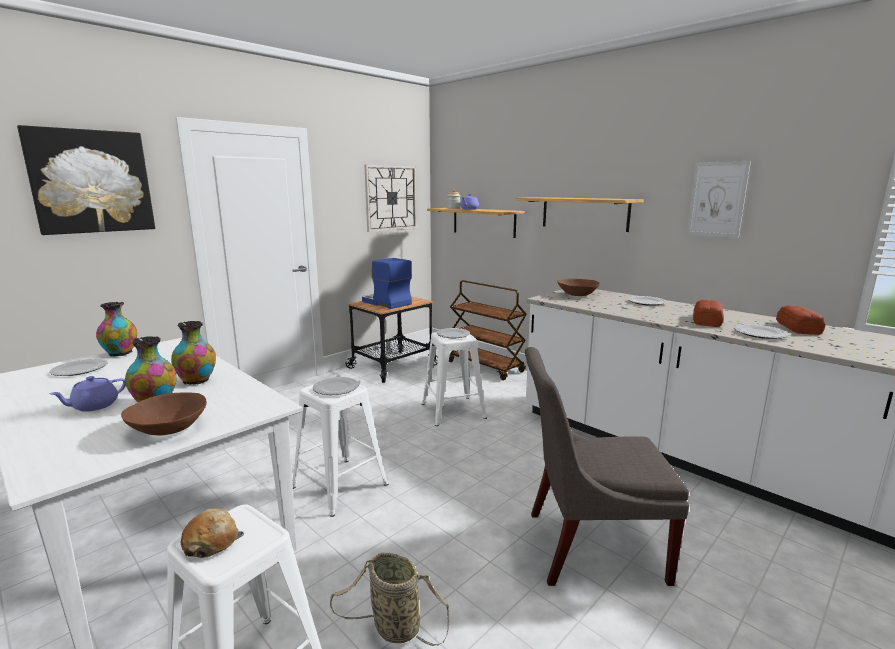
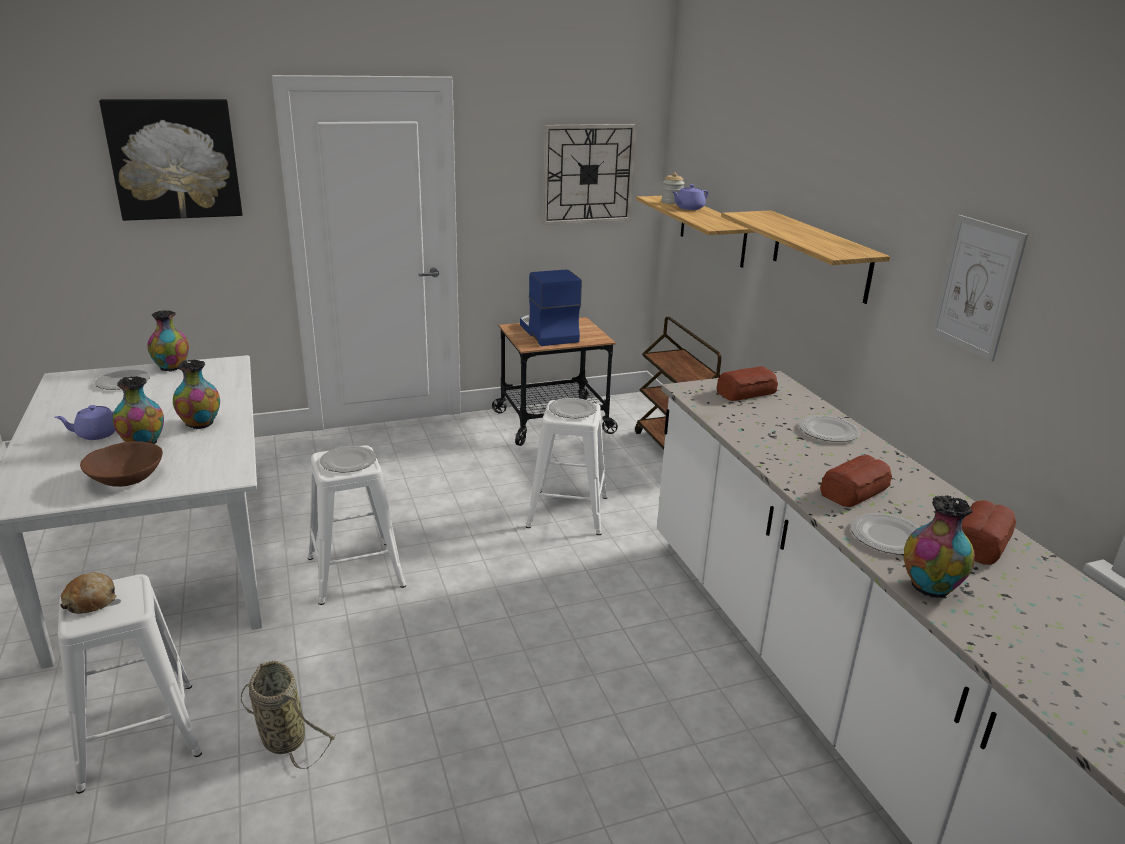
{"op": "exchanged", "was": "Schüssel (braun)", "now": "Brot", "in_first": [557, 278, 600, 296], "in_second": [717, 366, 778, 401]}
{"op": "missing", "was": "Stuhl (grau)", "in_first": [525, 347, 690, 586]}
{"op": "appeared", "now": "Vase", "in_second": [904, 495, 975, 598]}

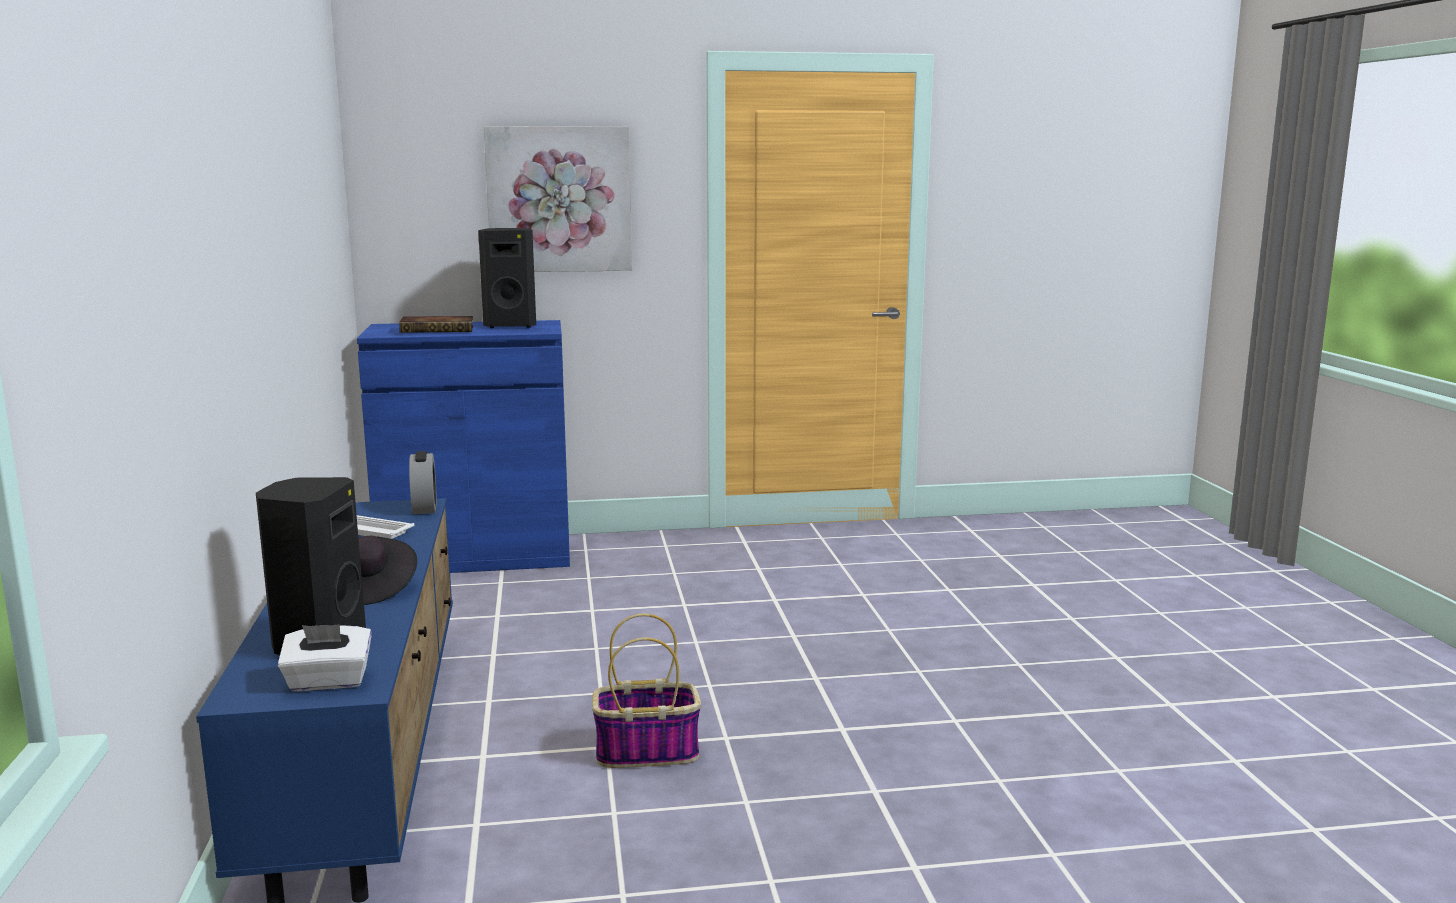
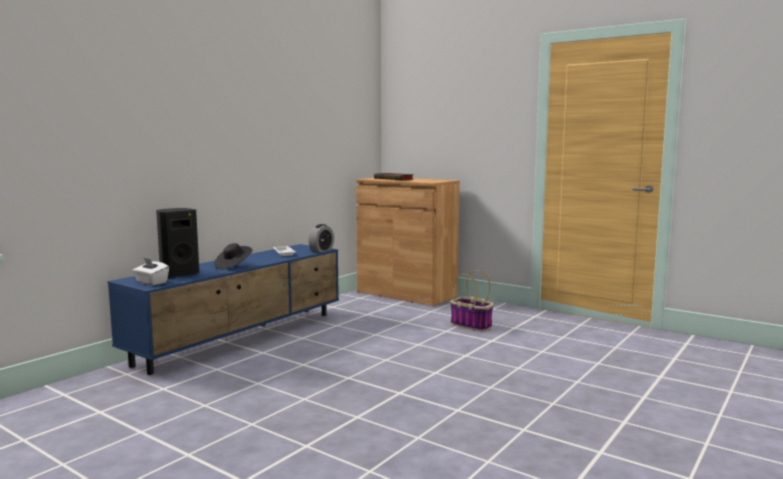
{"op": "missing", "was": "Bild", "in_first": [484, 126, 632, 272]}
{"op": "missing", "was": "Lautsprecher (schwarz)", "in_first": [478, 228, 536, 328]}
{"op": "colour", "was": "Schrank (blau)", "now": "Schrank (braun)", "in_first": [357, 320, 570, 573], "in_second": [356, 178, 460, 306]}
{"op": "relocated", "was": "Korb", "in_first": [592, 613, 701, 768], "in_second": [450, 270, 494, 331]}

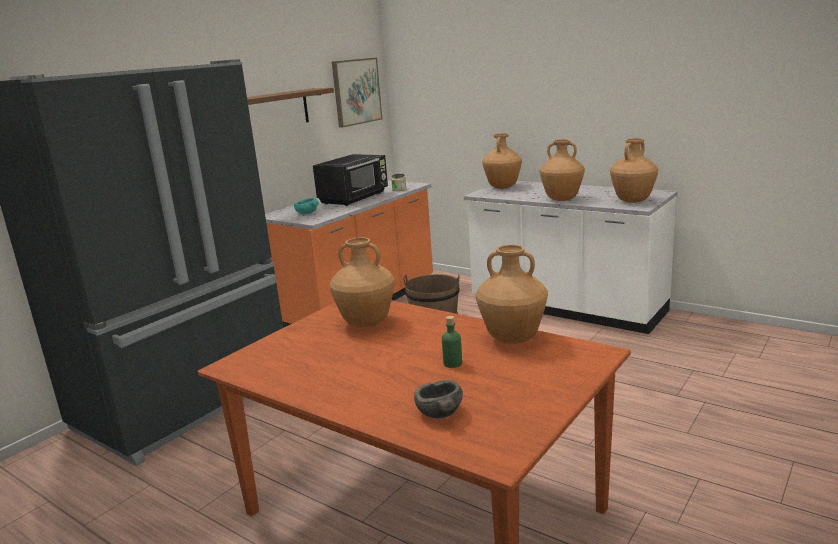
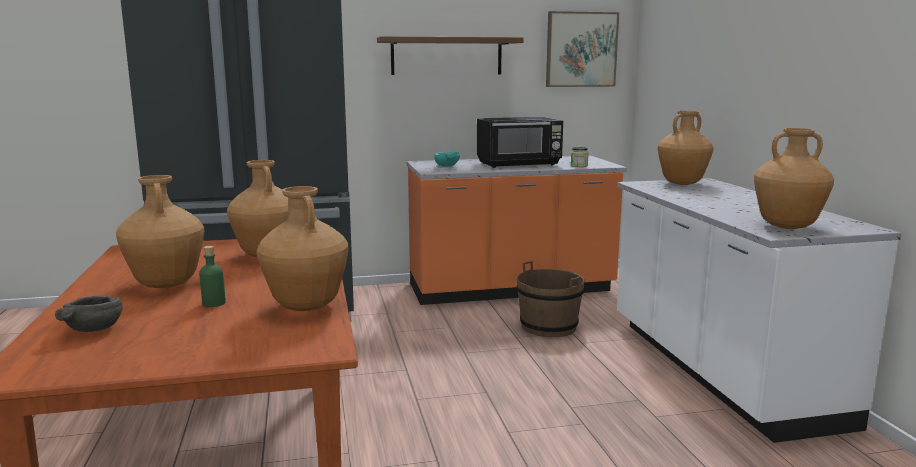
{"op": "relocated", "was": "Vase (braun)", "in_first": [540, 139, 585, 201], "in_second": [116, 175, 205, 288]}

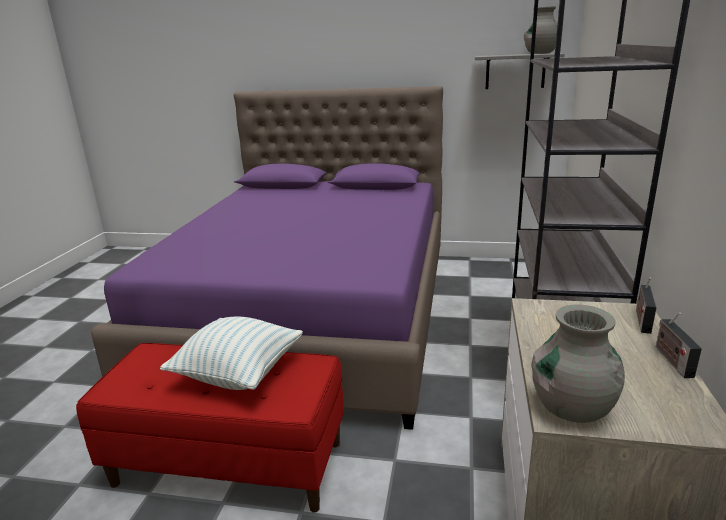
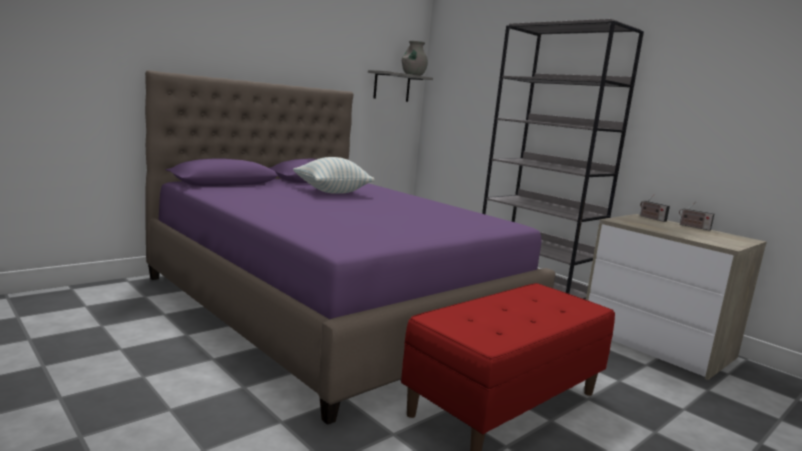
{"op": "missing", "was": "Vase (grau)", "in_first": [531, 304, 625, 423]}
{"op": "relocated", "was": "Kissen", "in_first": [160, 317, 303, 390], "in_second": [293, 157, 375, 194]}

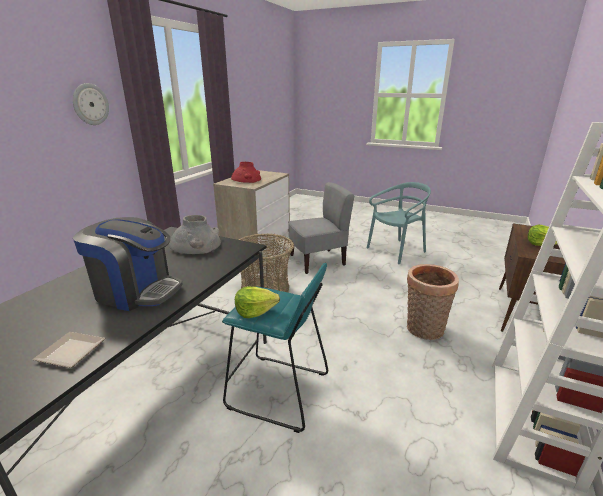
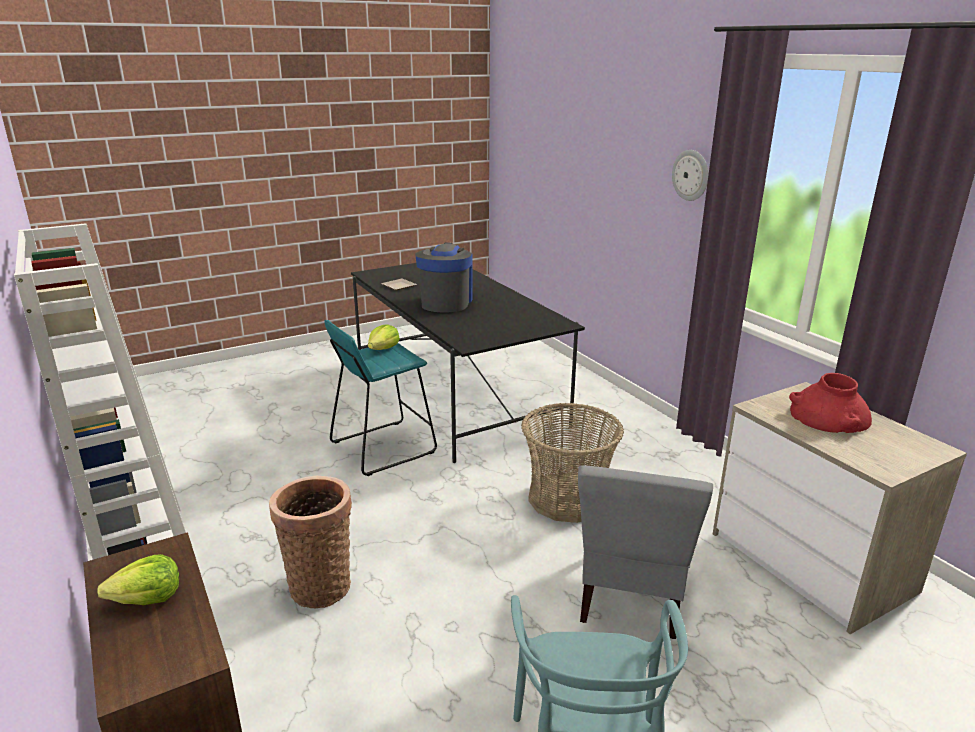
{"op": "missing", "was": "Vase (grau)", "in_first": [169, 215, 221, 254]}
{"op": "spun", "was": "Kaffeemaschine", "in_first": [73, 217, 183, 311], "in_second": [415, 242, 473, 312], "clockwise": 135}

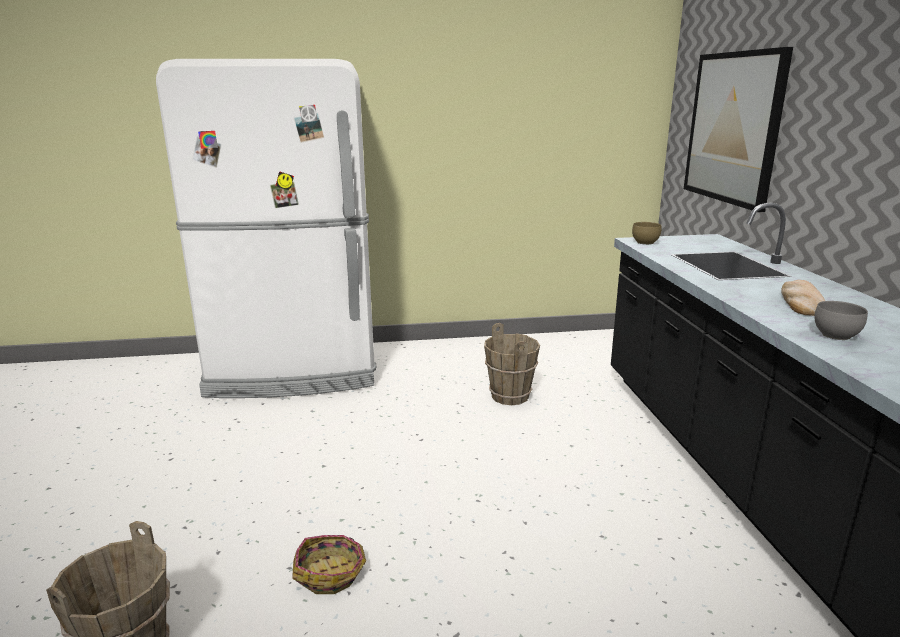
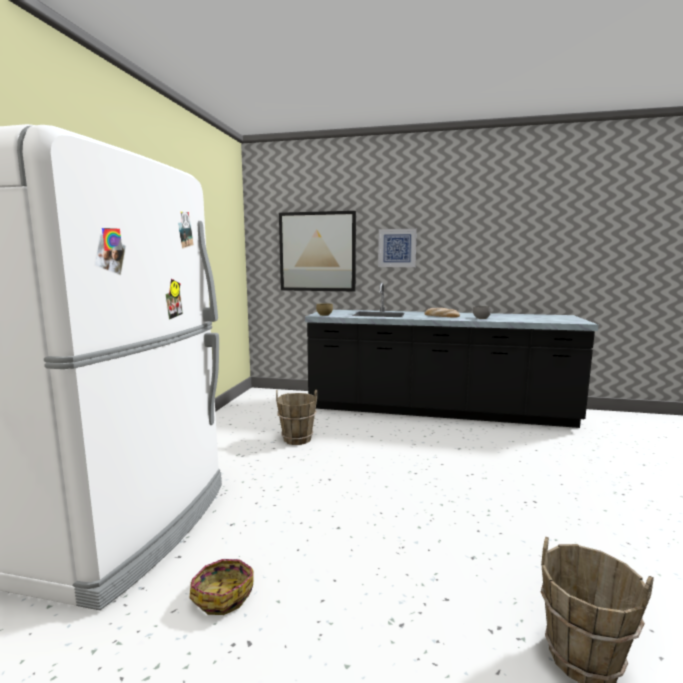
{"op": "relocated", "was": "Korb", "in_first": [292, 535, 366, 594], "in_second": [190, 559, 254, 615]}
{"op": "appeared", "now": "Bild", "in_second": [378, 229, 417, 267]}

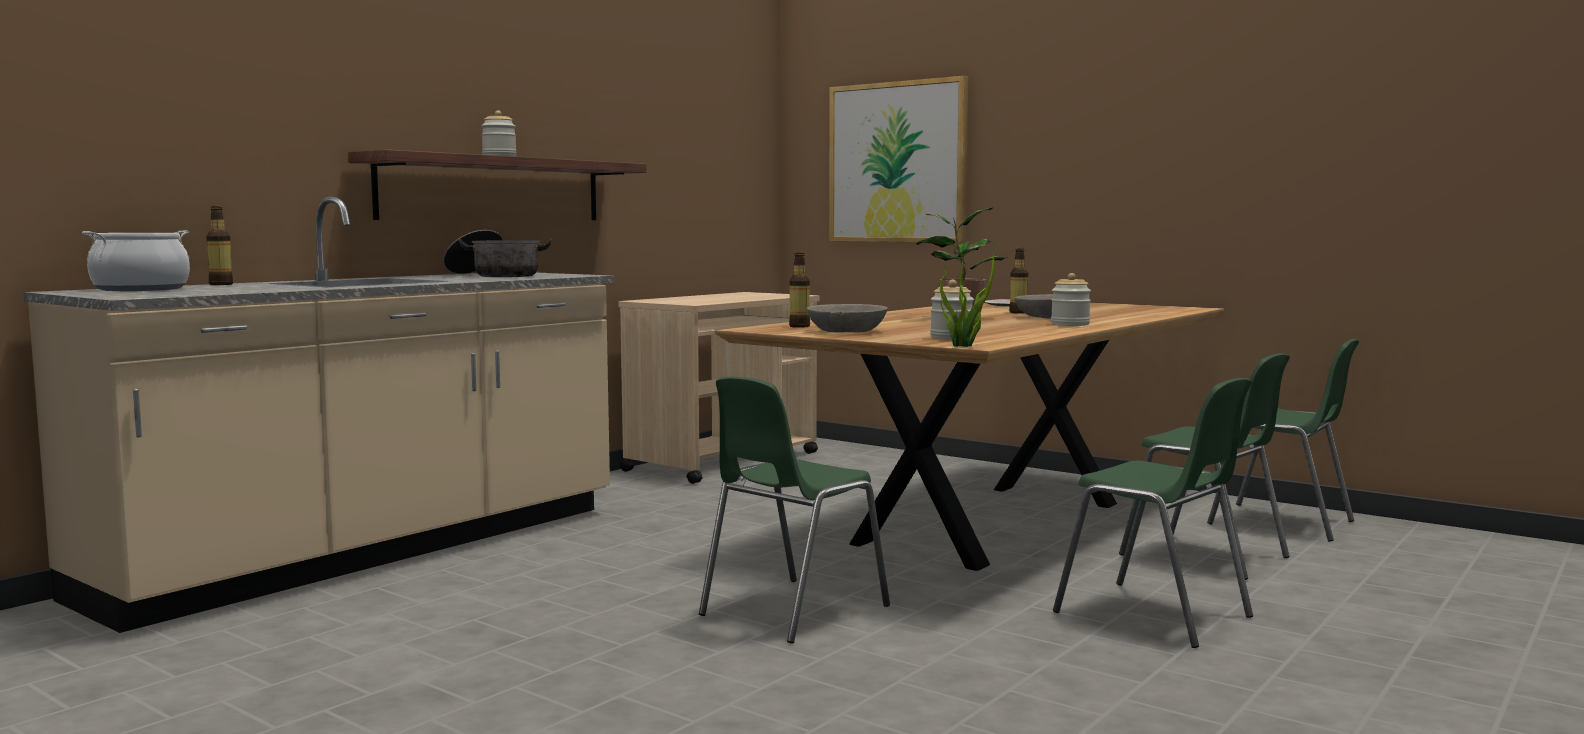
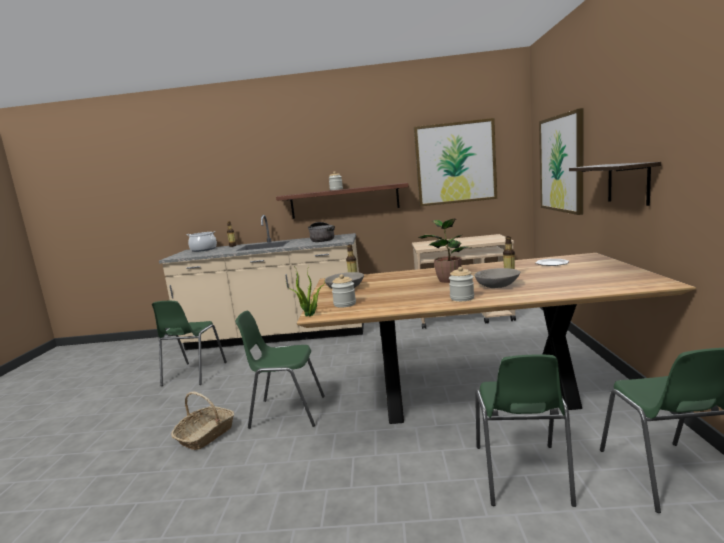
{"op": "relocated", "was": "Stuhl (grün)", "in_first": [1053, 378, 1253, 648], "in_second": [152, 301, 227, 386]}
{"op": "appeared", "now": "Bild", "in_second": [414, 118, 497, 207]}
{"op": "appeared", "now": "Wandregal", "in_second": [569, 162, 661, 206]}
{"op": "appeared", "now": "Korb", "in_second": [171, 392, 235, 450]}

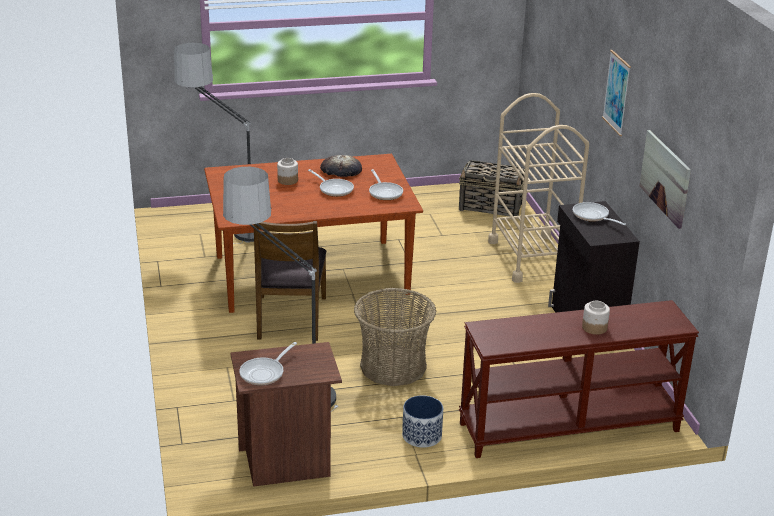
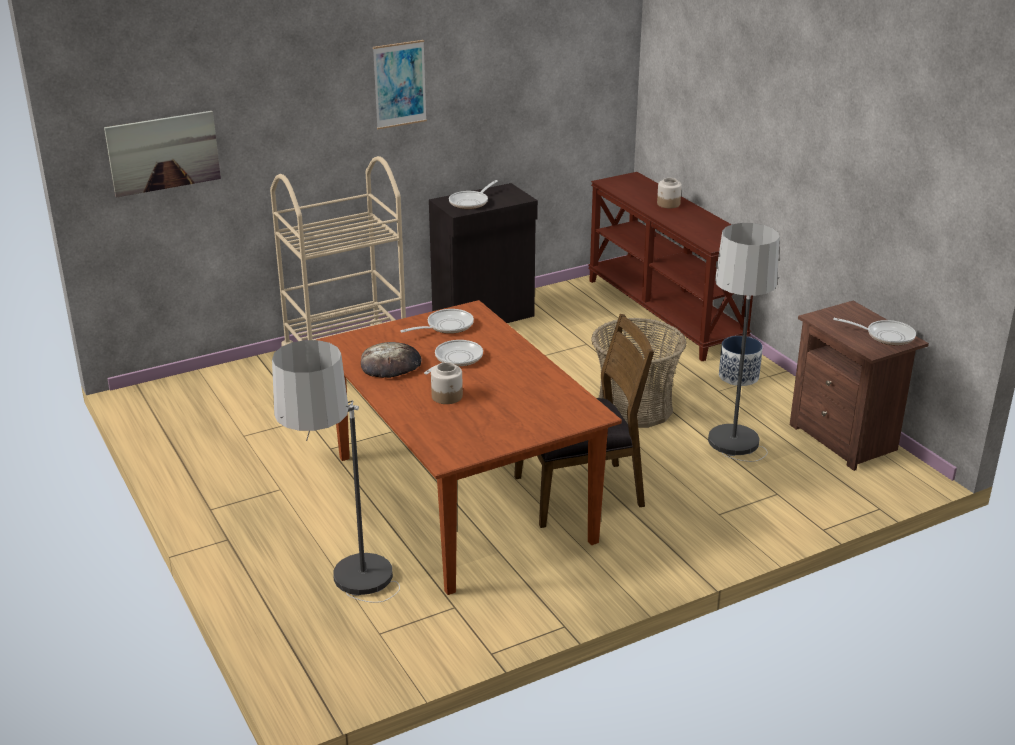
{"op": "relocated", "was": "Bild", "in_first": [639, 130, 691, 229], "in_second": [104, 111, 221, 198]}
{"op": "missing", "was": "Korb", "in_first": [459, 160, 525, 216]}

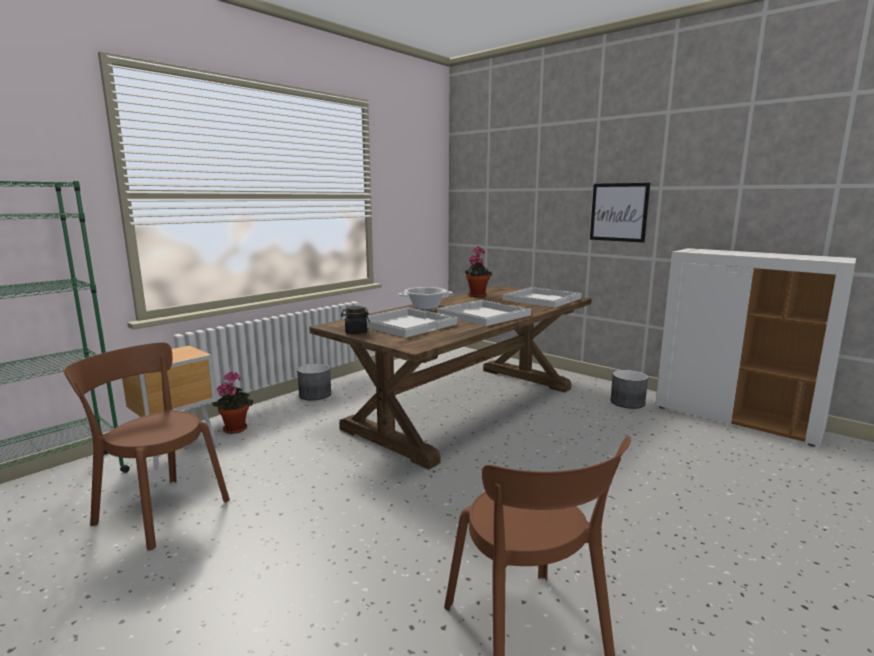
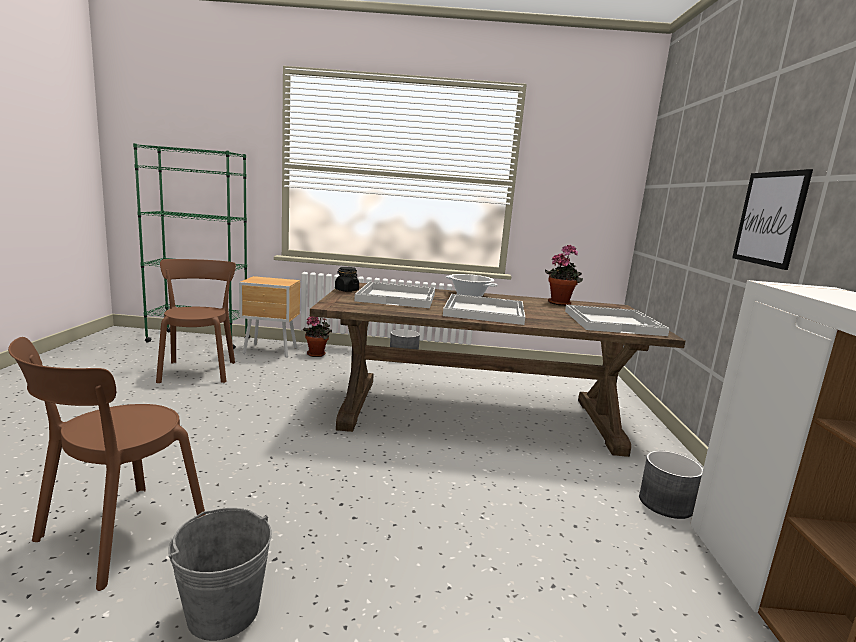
{"op": "appeared", "now": "Eimer (grau)", "in_second": [168, 508, 272, 641]}

